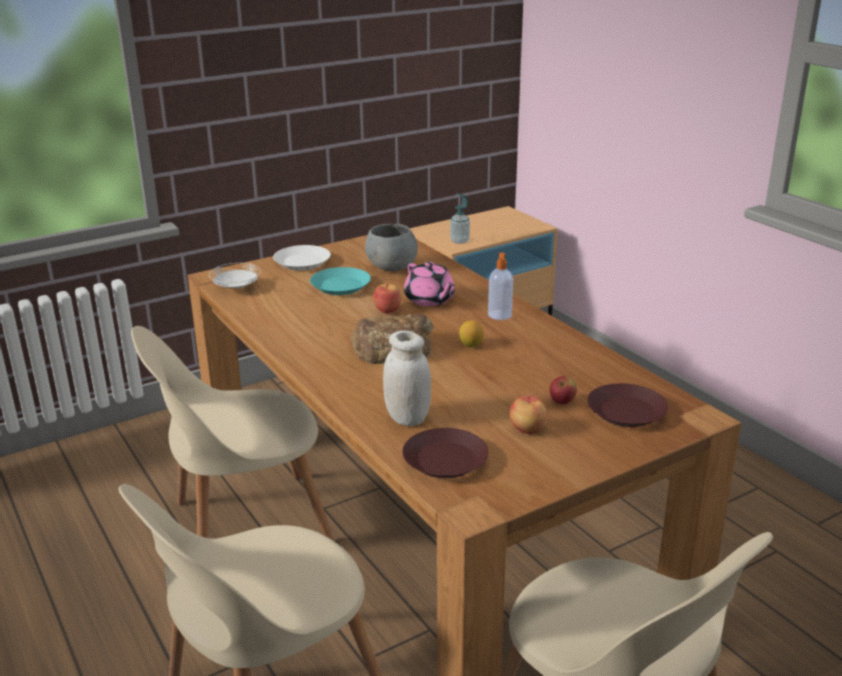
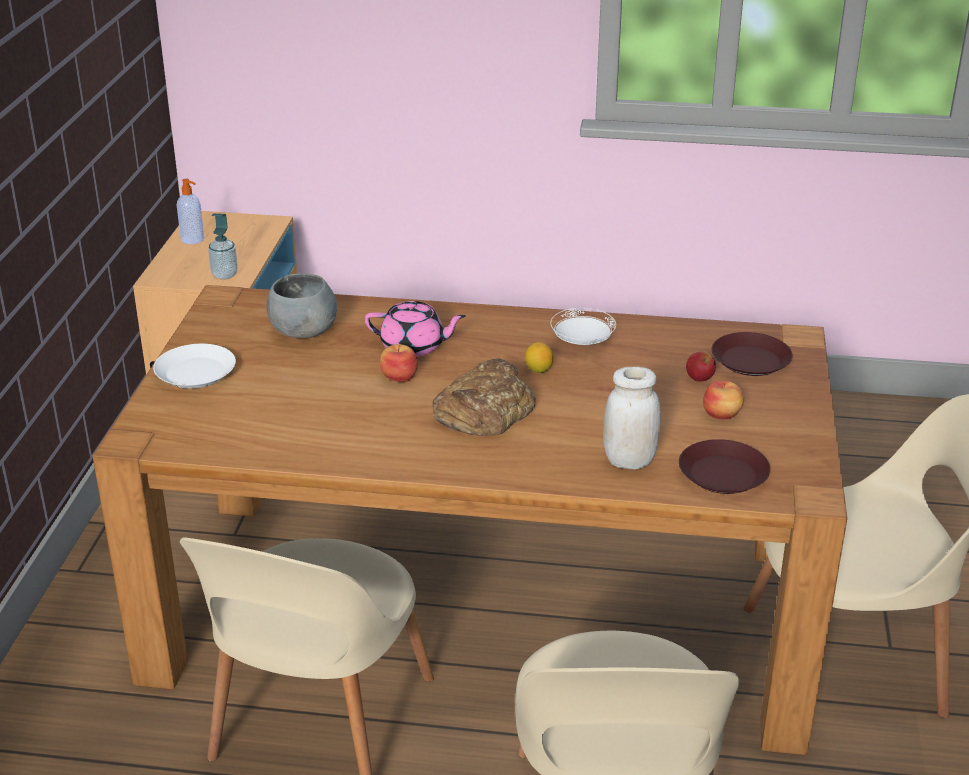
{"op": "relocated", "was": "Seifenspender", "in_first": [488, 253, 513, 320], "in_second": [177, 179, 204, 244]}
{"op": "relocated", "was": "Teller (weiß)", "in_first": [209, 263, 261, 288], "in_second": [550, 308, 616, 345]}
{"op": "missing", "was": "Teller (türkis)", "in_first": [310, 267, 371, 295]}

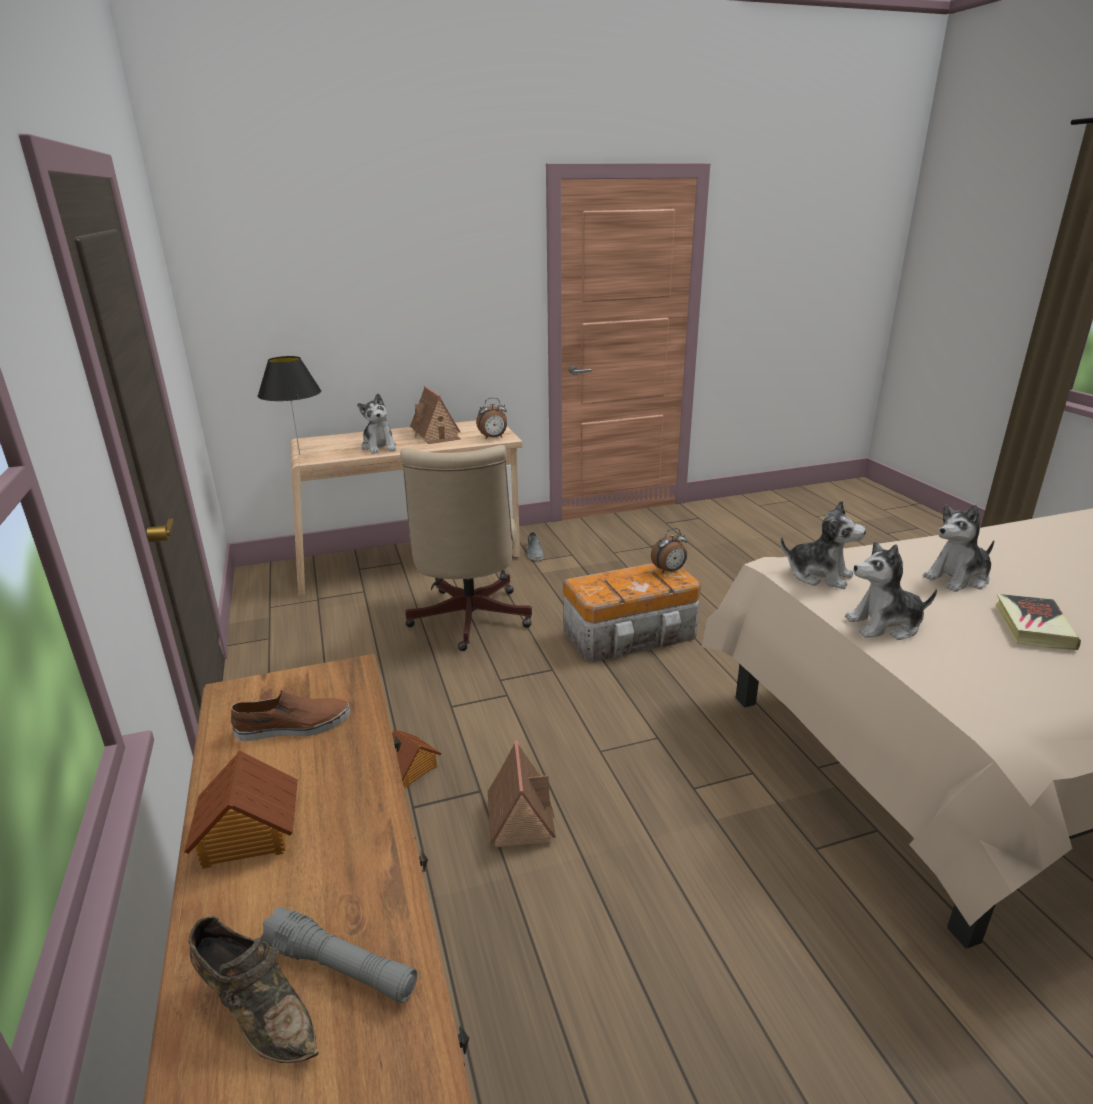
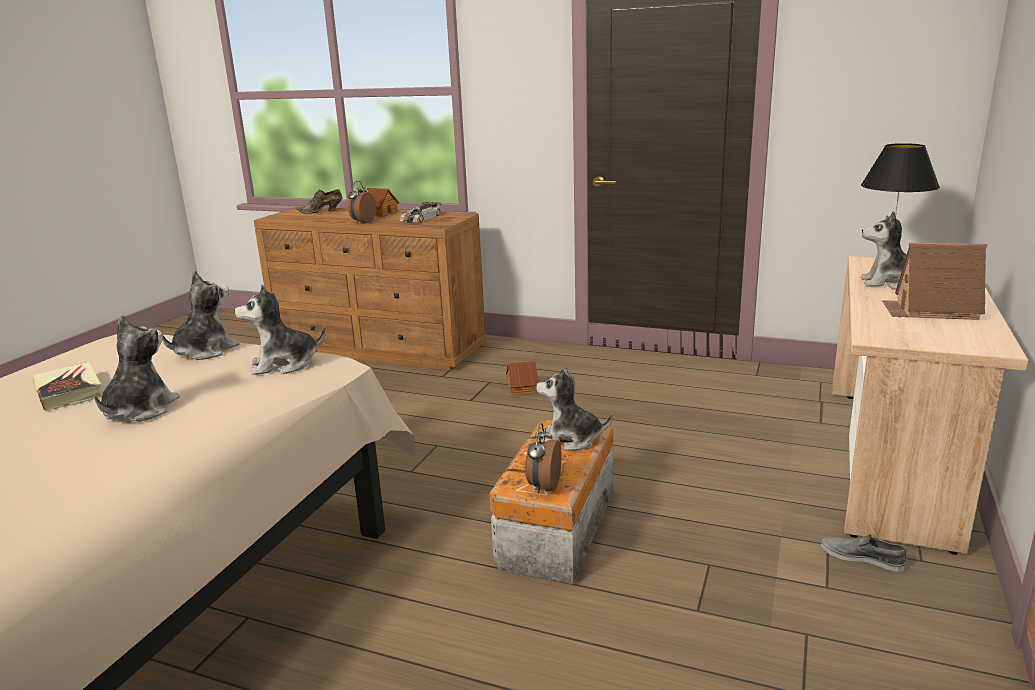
{"op": "relocated", "was": "Wecker", "in_first": [476, 398, 507, 439], "in_second": [348, 181, 376, 224]}
{"op": "missing", "was": "Bürostuhl (beige)", "in_first": [400, 445, 532, 651]}
{"op": "exchanged", "was": "Schuh (braun)", "now": "Spielzeugauto", "in_first": [231, 690, 350, 741], "in_second": [399, 202, 441, 223]}
{"op": "missing", "was": "Spielzeughaus", "in_first": [488, 741, 556, 848]}
{"op": "missing", "was": "Taschenlampe (grau)", "in_first": [259, 907, 417, 1003]}
{"op": "appeared", "now": "Plüschtier", "in_second": [536, 367, 612, 451]}

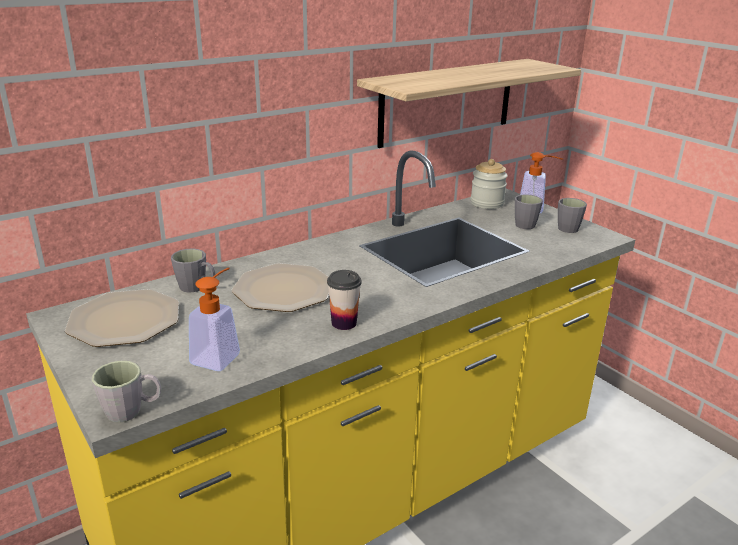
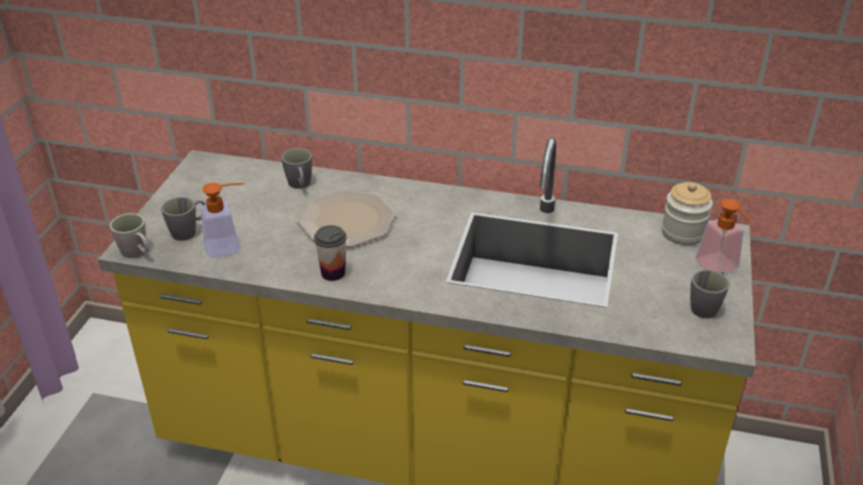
{"op": "missing", "was": "Wandregal", "in_first": [357, 59, 581, 148]}
{"op": "relocated", "was": "Henkelbecher (grau)", "in_first": [515, 194, 543, 229], "in_second": [161, 197, 205, 241]}
{"op": "missing", "was": "Teller", "in_first": [65, 289, 179, 347]}

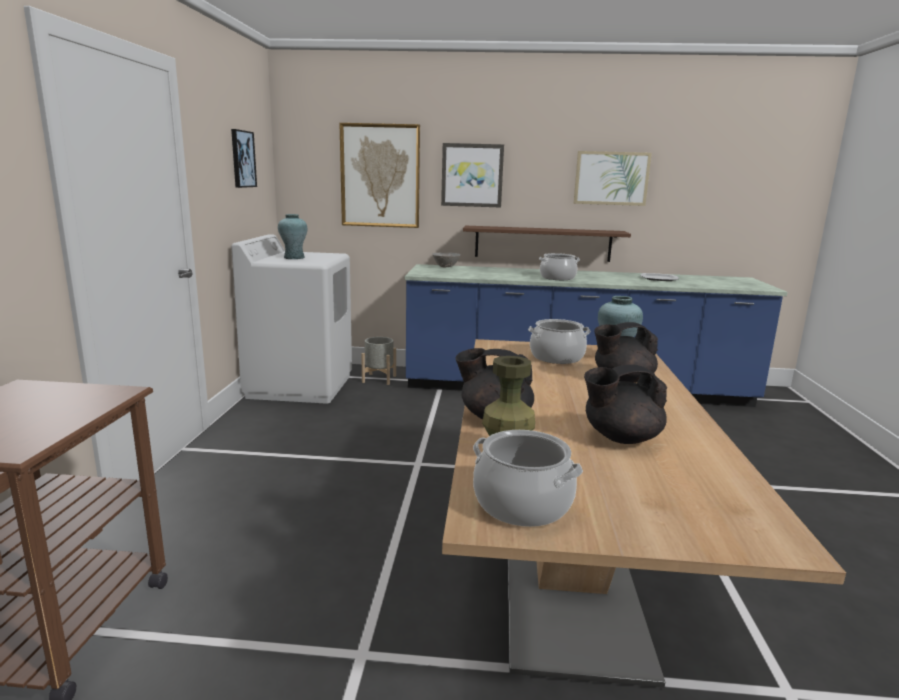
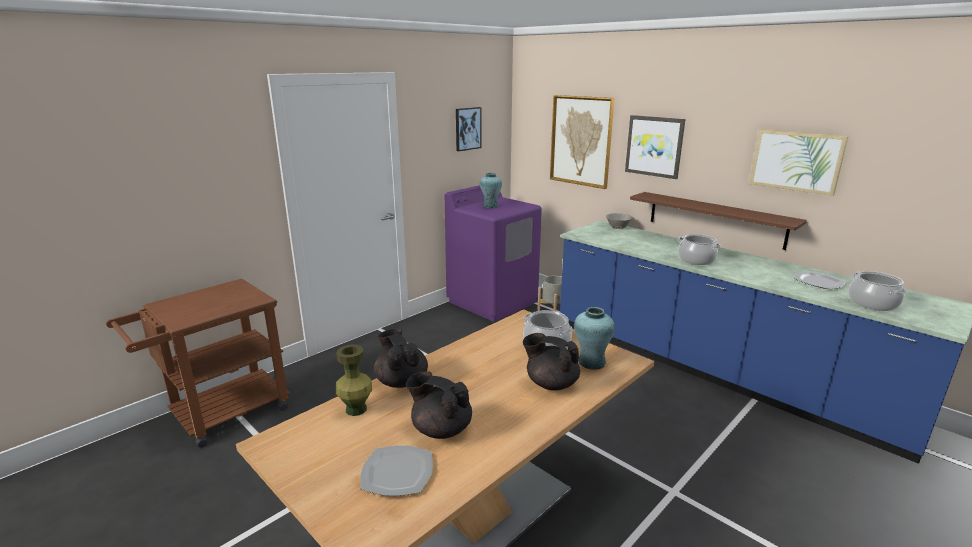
{"op": "colour", "was": "Waschmaschine (weiß)", "now": "Waschmaschine (lila)", "in_first": [231, 234, 352, 404], "in_second": [445, 185, 542, 322]}
{"op": "relocated", "was": "Kochtopf", "in_first": [473, 430, 583, 527], "in_second": [848, 271, 906, 311]}
{"op": "appeared", "now": "Teller", "in_second": [360, 445, 433, 496]}

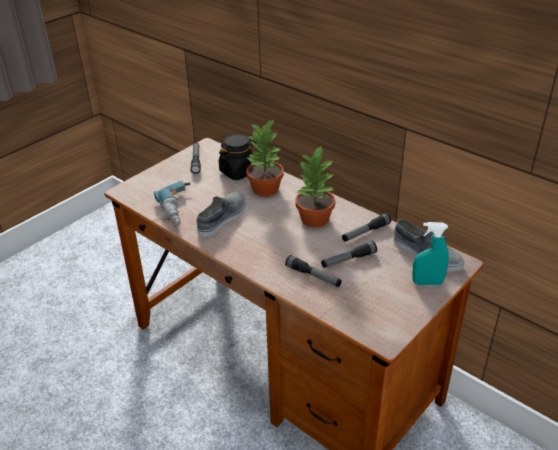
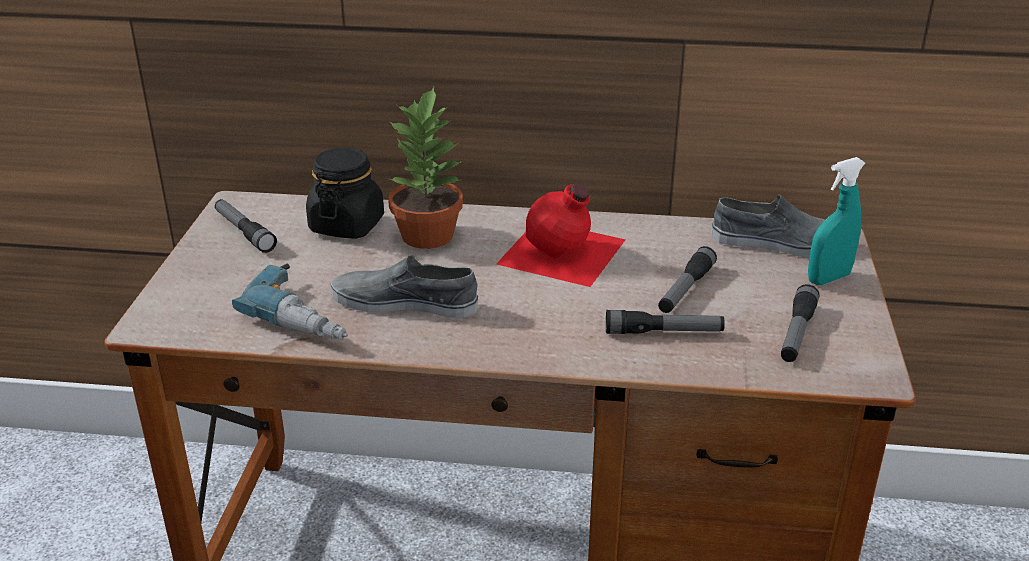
{"op": "exchanged", "was": "Topfpflanze", "now": "Flasche (rot)", "in_first": [295, 145, 335, 228], "in_second": [496, 183, 626, 287]}
{"op": "spun", "was": "Schuh (grau)", "in_first": [197, 192, 246, 237], "in_second": [330, 255, 478, 318], "clockwise": -75}
{"op": "relocated", "was": "Taschenlampe", "in_first": [342, 213, 391, 241], "in_second": [781, 284, 819, 362]}

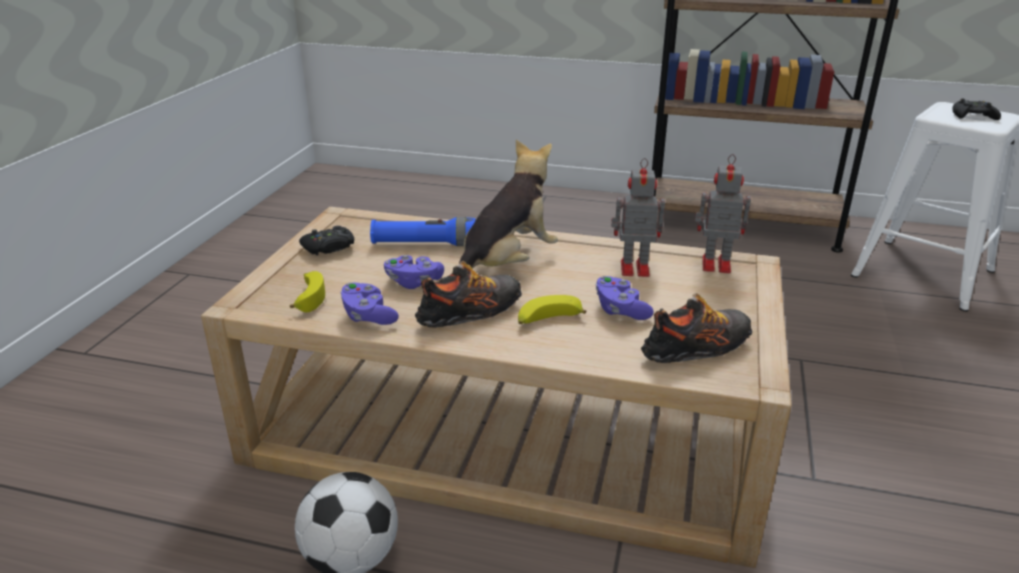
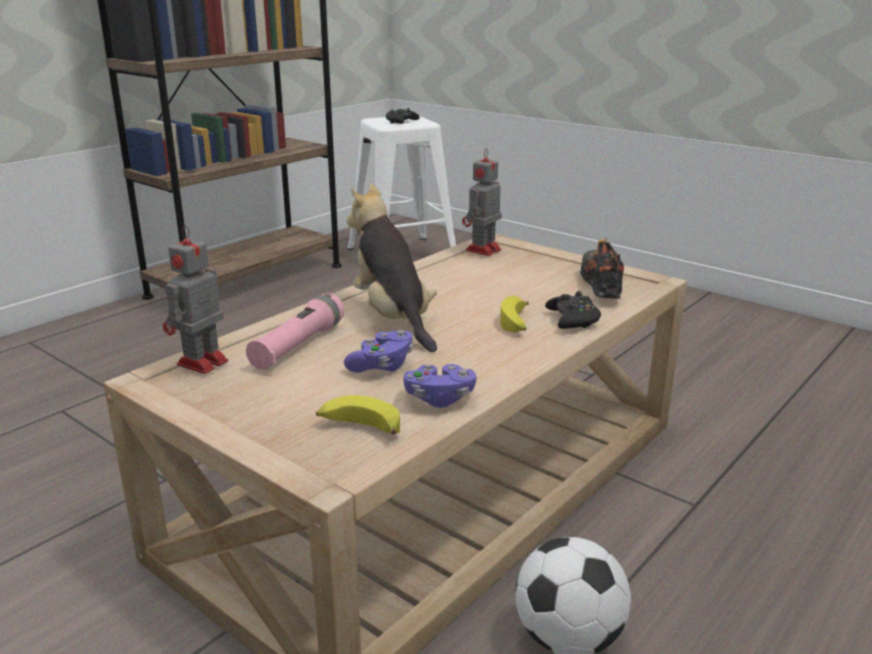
{"op": "relocated", "was": "Spielzeugroboter", "in_first": [611, 158, 665, 277], "in_second": [163, 226, 228, 374]}
{"op": "colour", "was": "Taschenlampe (blau)", "now": "Taschenlampe (rosa)", "in_first": [370, 217, 476, 246], "in_second": [246, 293, 344, 370]}
{"op": "relocated", "was": "Gamepad (schwarz)", "in_first": [299, 226, 354, 255], "in_second": [545, 291, 601, 329]}
{"op": "missing", "was": "Schuh", "in_first": [415, 261, 522, 328]}
{"op": "missing", "was": "Gamepad (lila)", "in_first": [595, 276, 654, 320]}

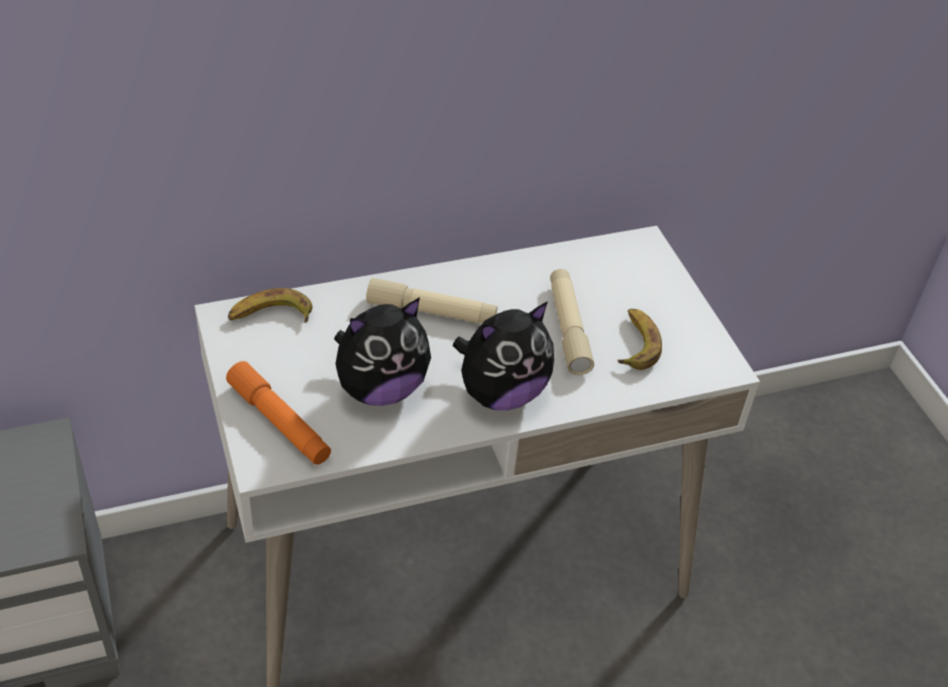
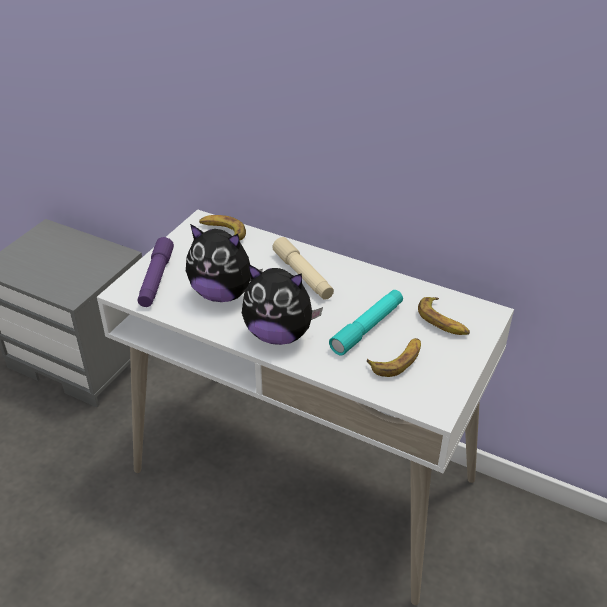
{"op": "colour", "was": "Taschenlampe (beige)", "now": "Taschenlampe (türkis)", "in_first": [550, 269, 594, 375], "in_second": [329, 290, 403, 356]}
{"op": "colour", "was": "Taschenlampe (orange)", "now": "Taschenlampe (lila)", "in_first": [226, 361, 331, 465], "in_second": [137, 237, 174, 307]}
{"op": "appeared", "now": "Banane", "in_second": [418, 297, 470, 335]}

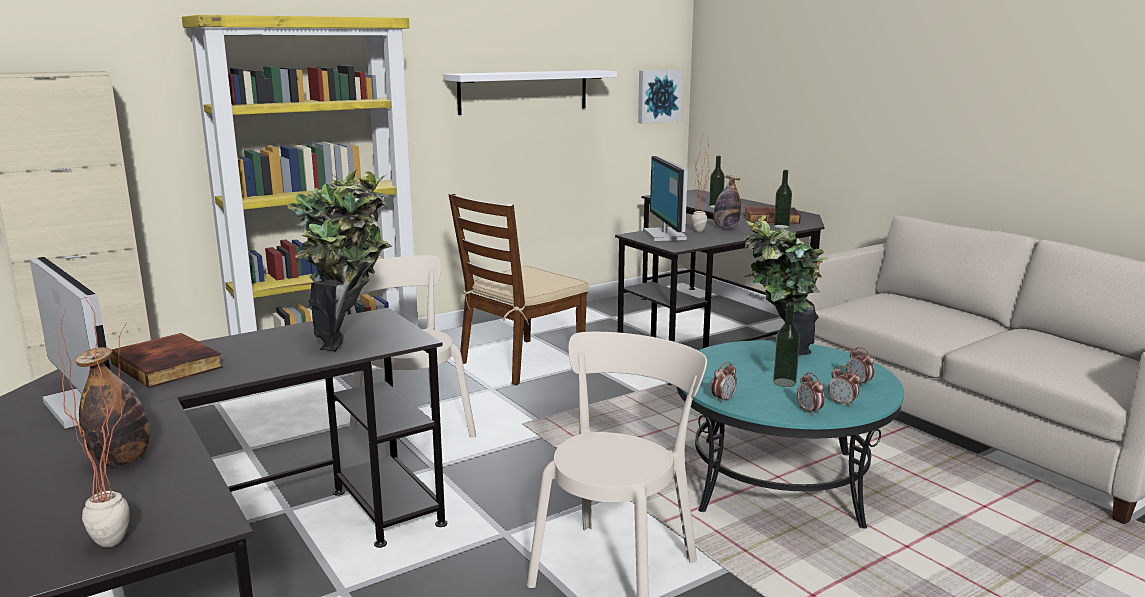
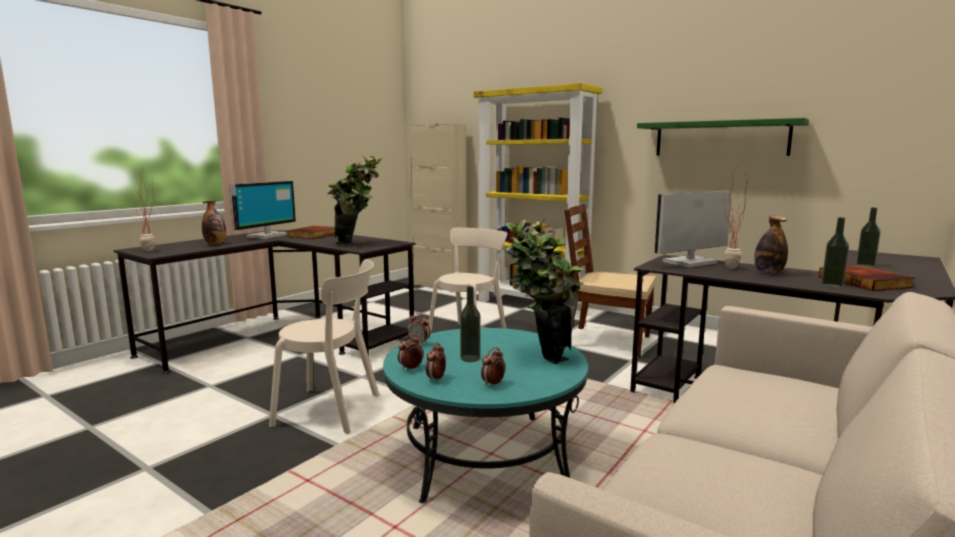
{"op": "colour", "was": "Wandregal (weiß)", "now": "Wandregal (grün)", "in_first": [443, 70, 617, 115], "in_second": [637, 118, 809, 156]}
{"op": "missing", "was": "Bild", "in_first": [638, 70, 683, 123]}

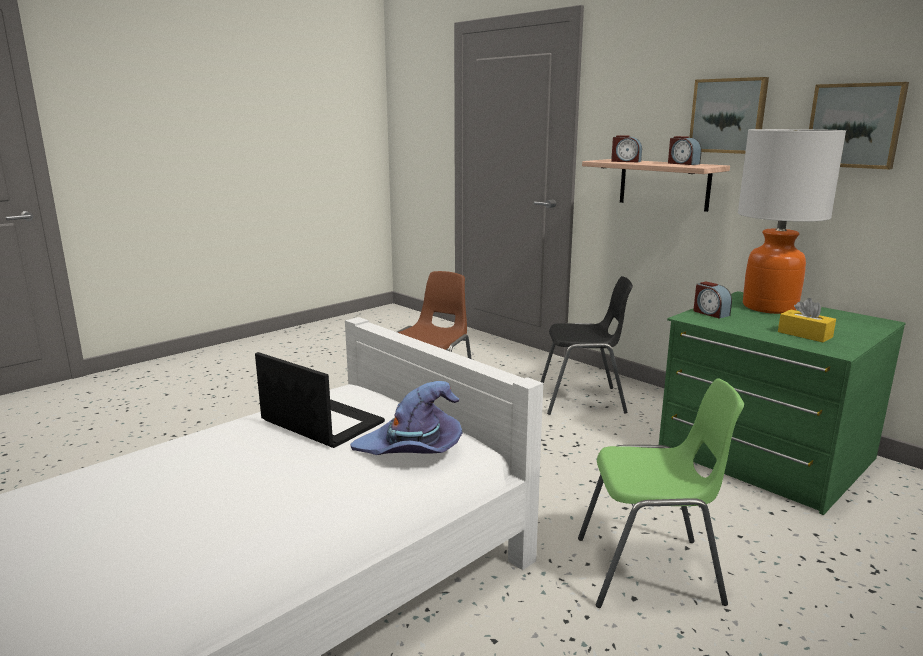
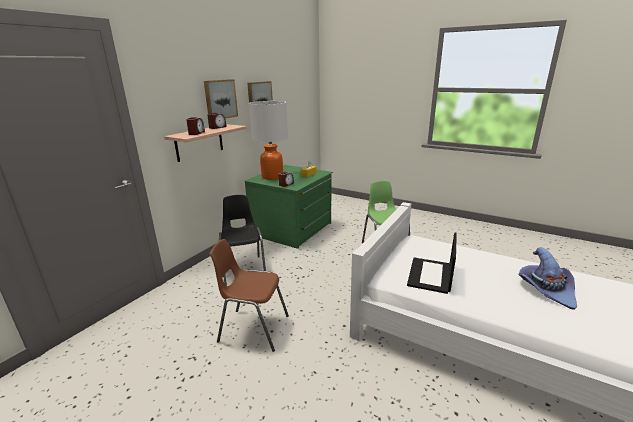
{"op": "relocated", "was": "Hut (lila)", "in_first": [350, 381, 462, 455], "in_second": [518, 247, 577, 310]}

